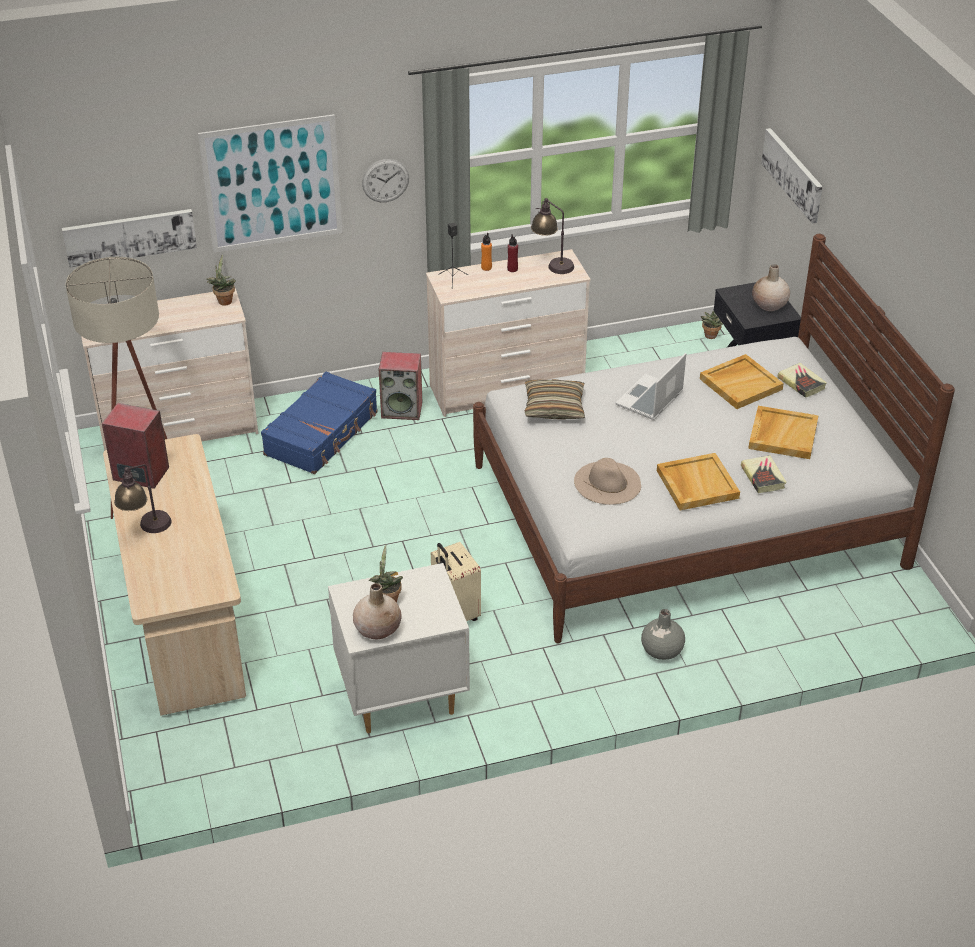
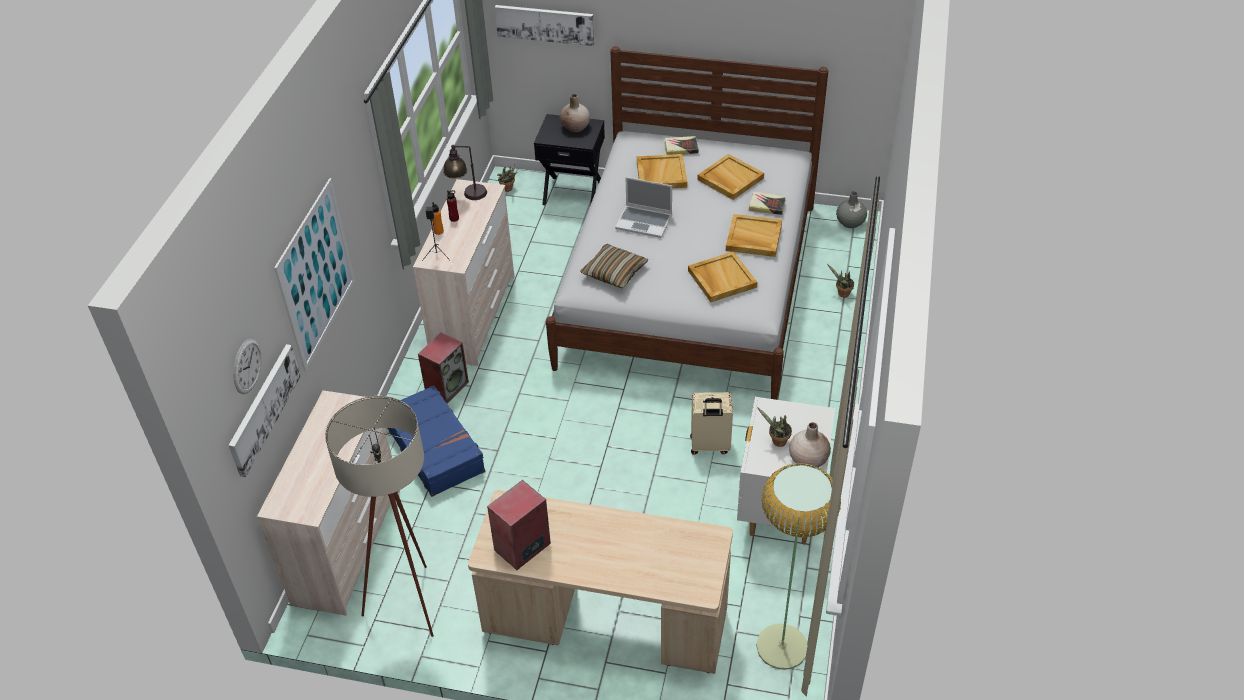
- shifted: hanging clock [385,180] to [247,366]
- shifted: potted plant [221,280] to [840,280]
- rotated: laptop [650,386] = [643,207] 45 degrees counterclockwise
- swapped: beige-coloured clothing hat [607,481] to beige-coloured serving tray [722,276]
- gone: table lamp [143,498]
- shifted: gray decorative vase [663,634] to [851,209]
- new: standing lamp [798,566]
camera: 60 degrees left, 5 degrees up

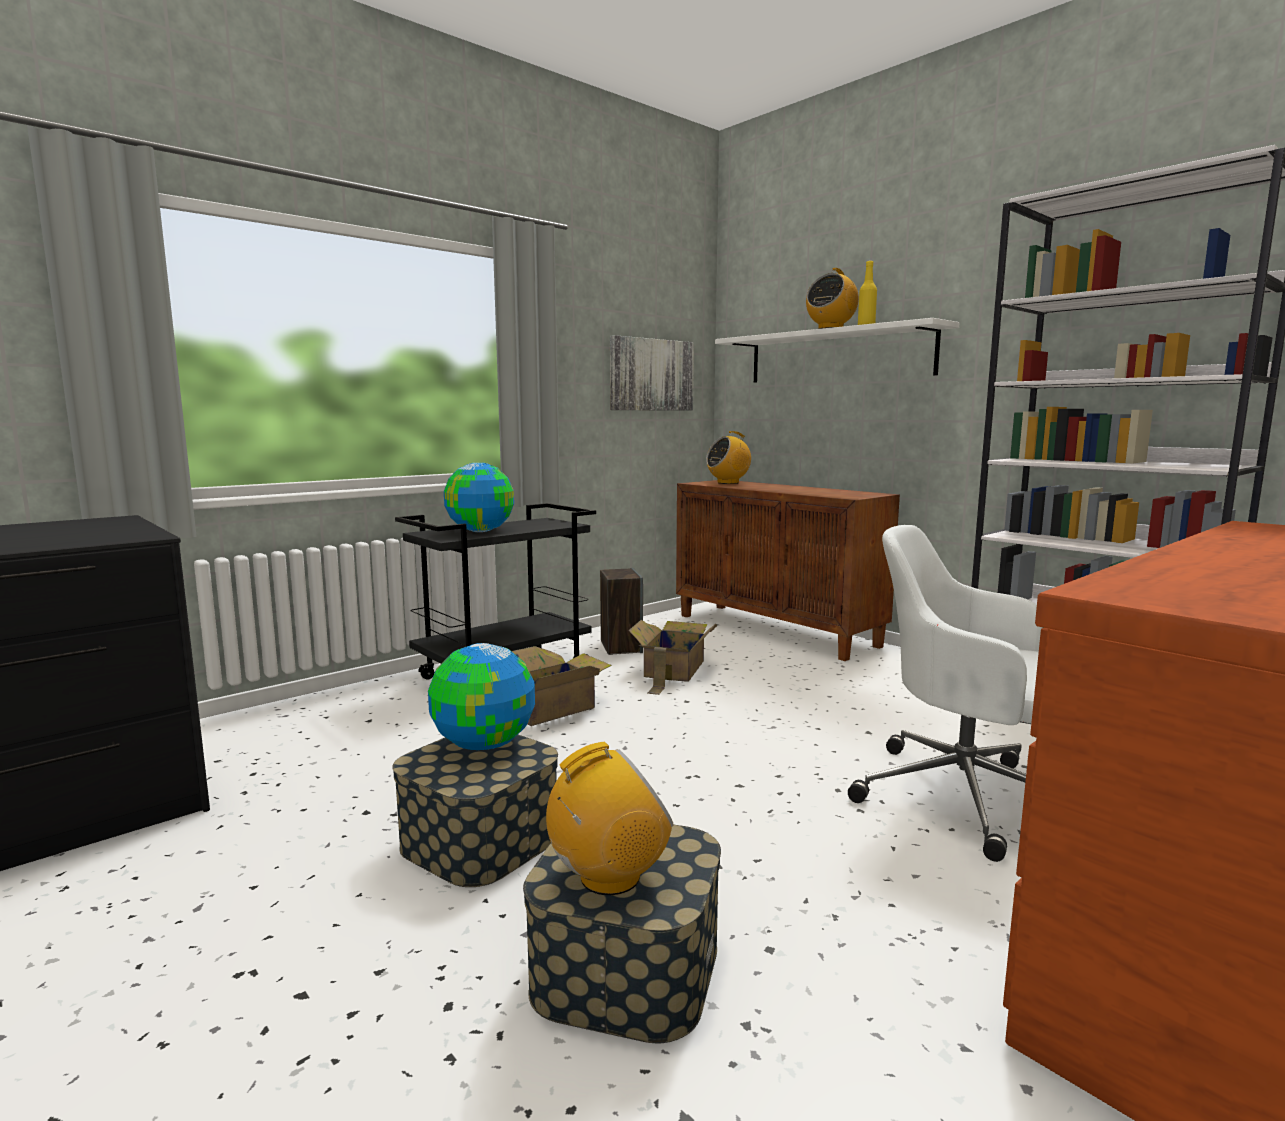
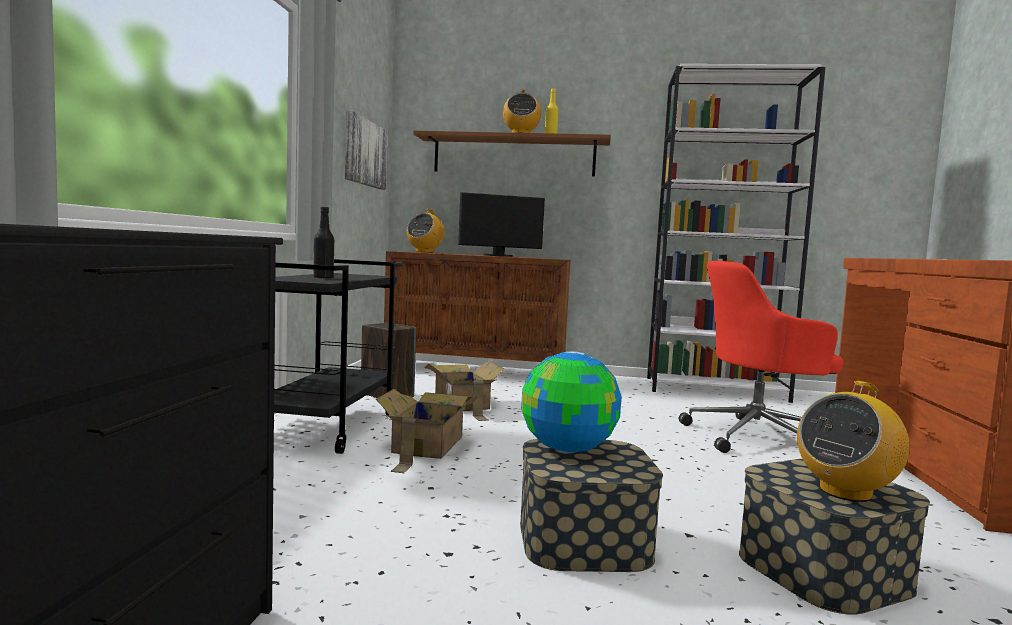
- repainted: white bracket shelf [837,350] to brownish bracket shelf [512,153]
- swapped: world globe [479,497] to black drink bottle [323,242]
- repainted: white computer chair [945,693] to reddish computer chair [761,357]
- rotated: radio set [610,818] = [853,441] 150 degrees counterclockwise
- new: computer screen [501,224]
camera: 40 degrees left, 5 degrees down

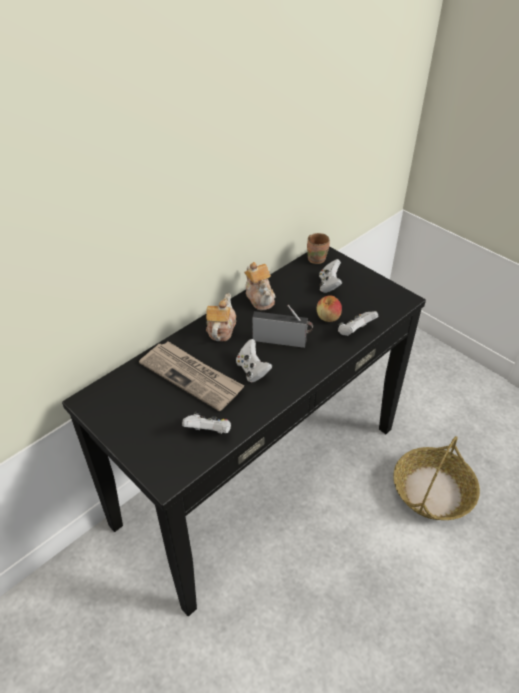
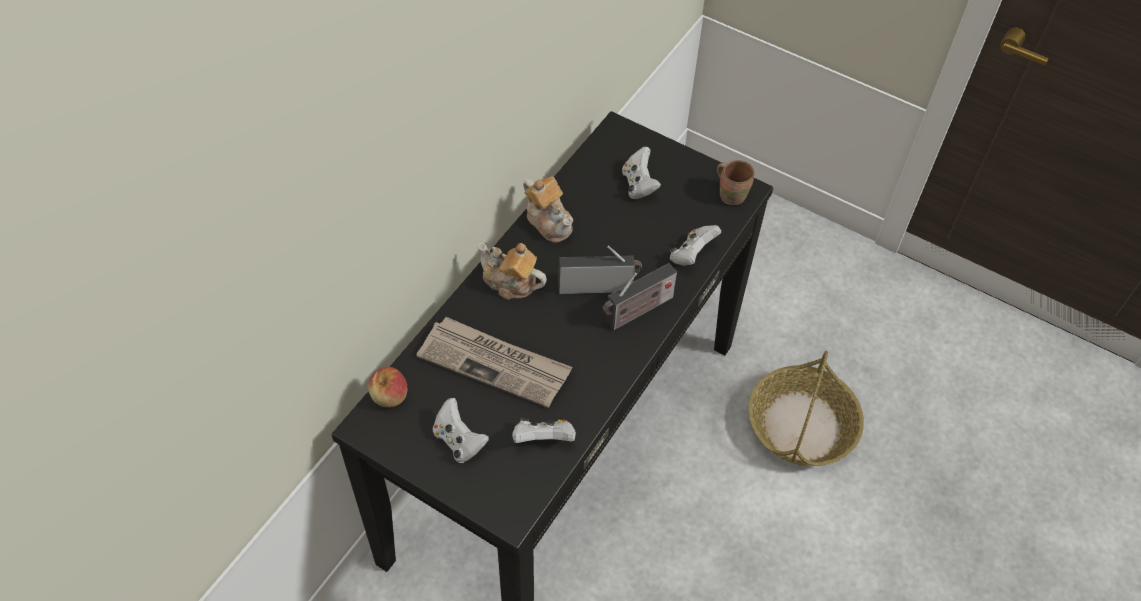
- shifted: brownish coffee mug [318,248] to [735,182]
- rotated: tea pot [221,317] = [512,271] 60 degrees counterclockwise
- shifted: apple fruit [329,308] to [387,387]
- shifted: white gamepad [254,360] to [460,430]
- new: radio set [640,296]
camera: 15 degrees left, 10 degrees up

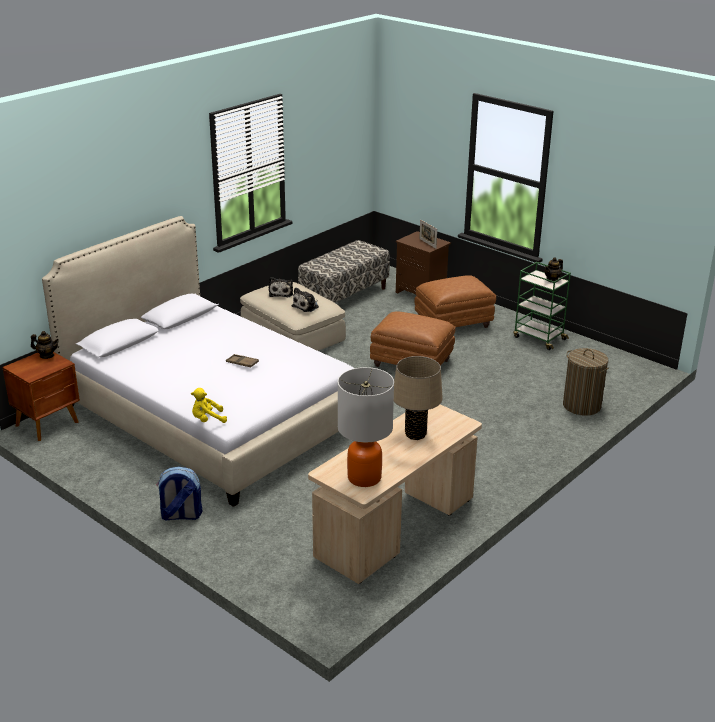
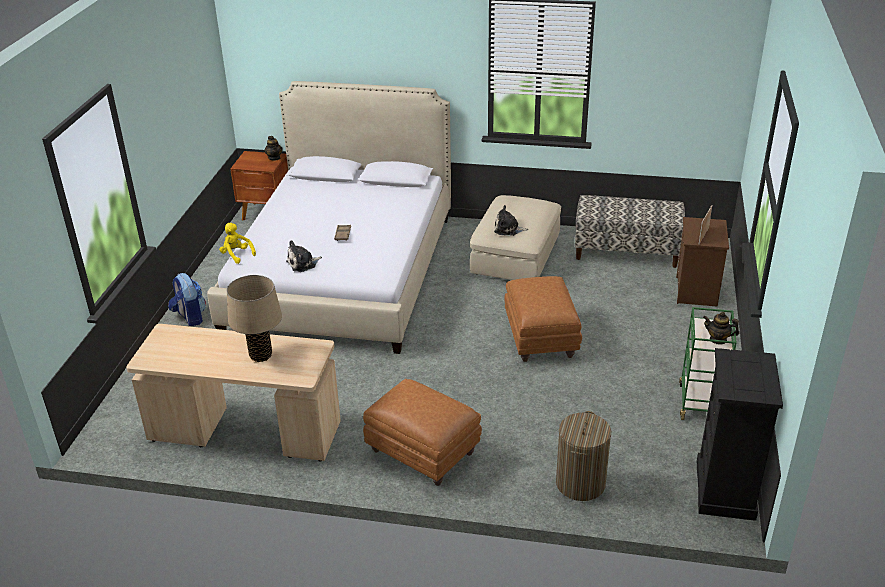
- shifted: brownish footrest [455,301] to [422,432]
- shifted: plush toy [281,287] to [304,256]
- gone: table lamp [366,427]
- new: black chest of drawers [740,434]
camera: 60 degrees right, 5 degrees up

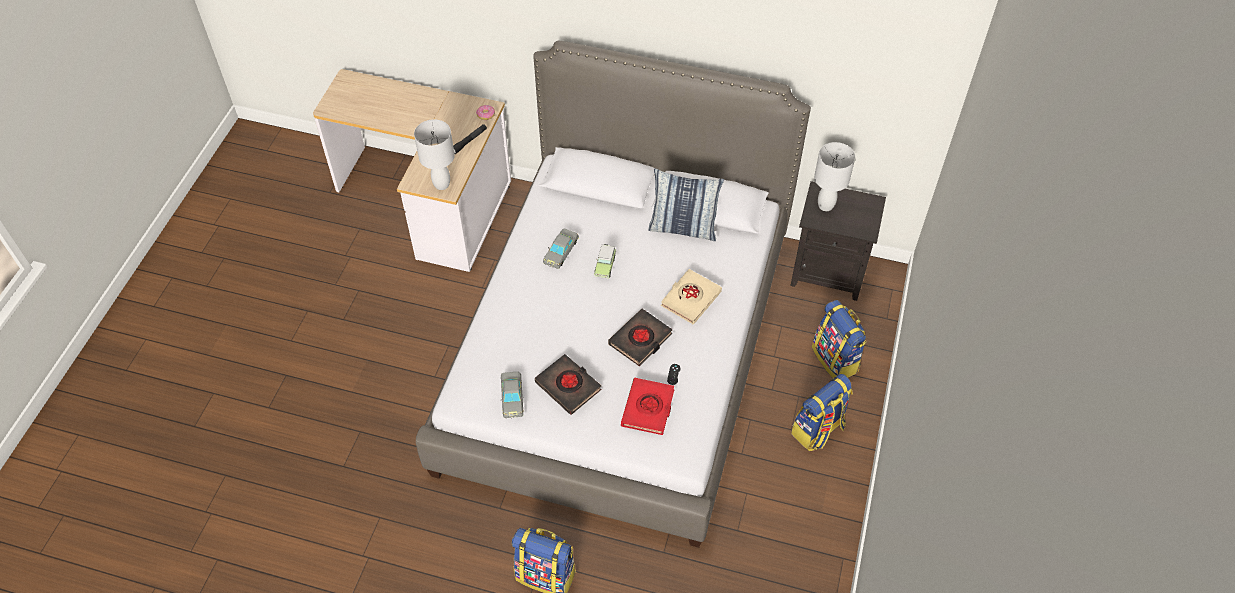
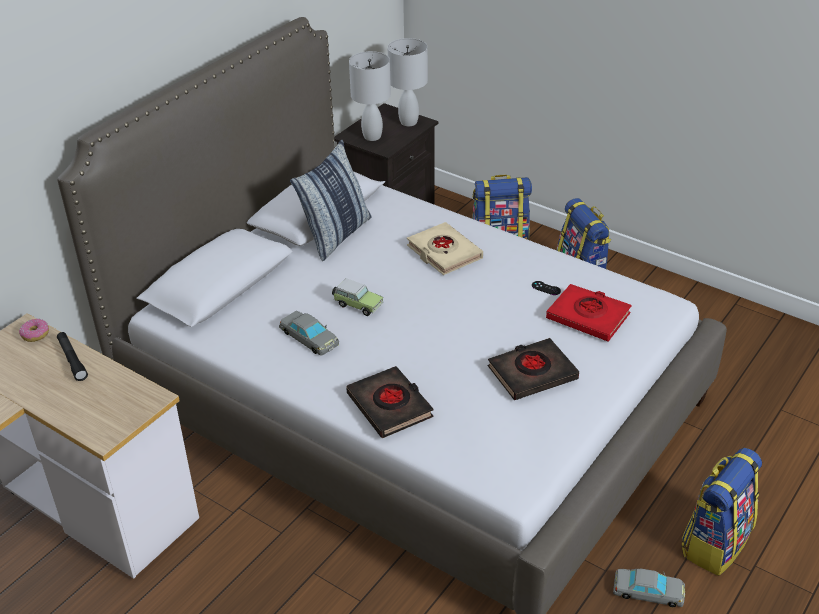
- shifted: white table lamp [434,154] to [408,82]
- shifted: black bound book [640,337] to [389,402]
- shifted: gray model car [512,394] to [649,588]
camera: 70 degrees left, 15 degrees down

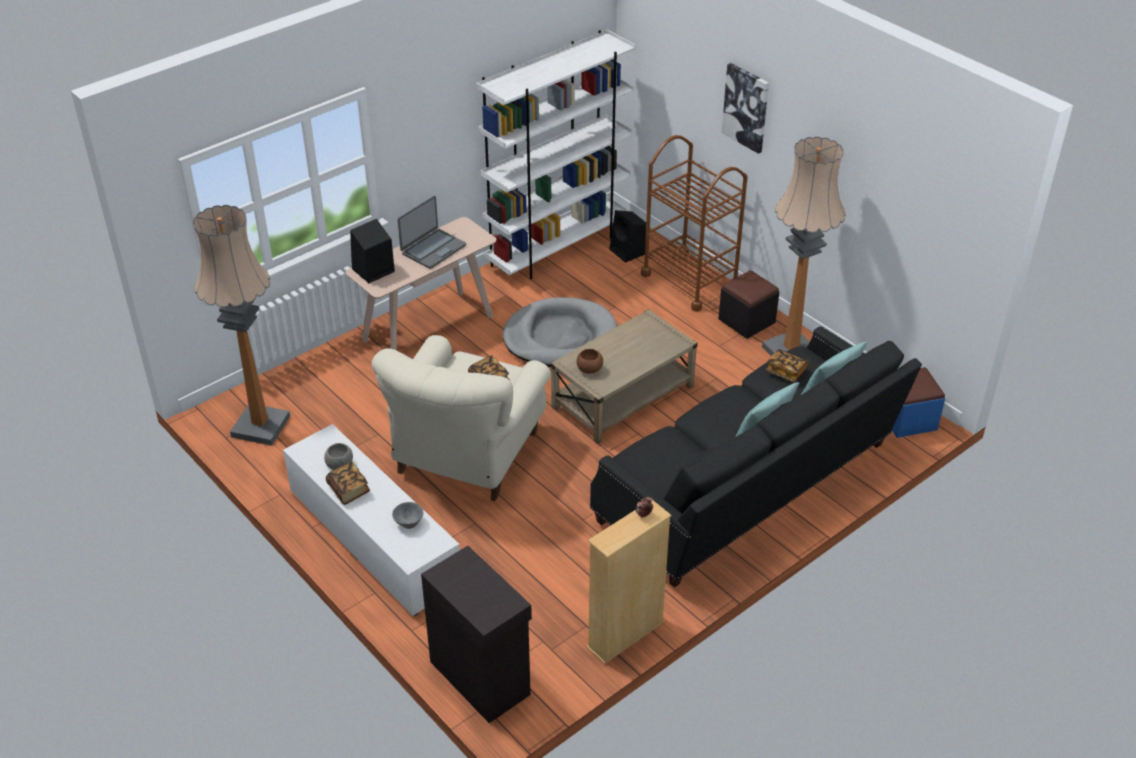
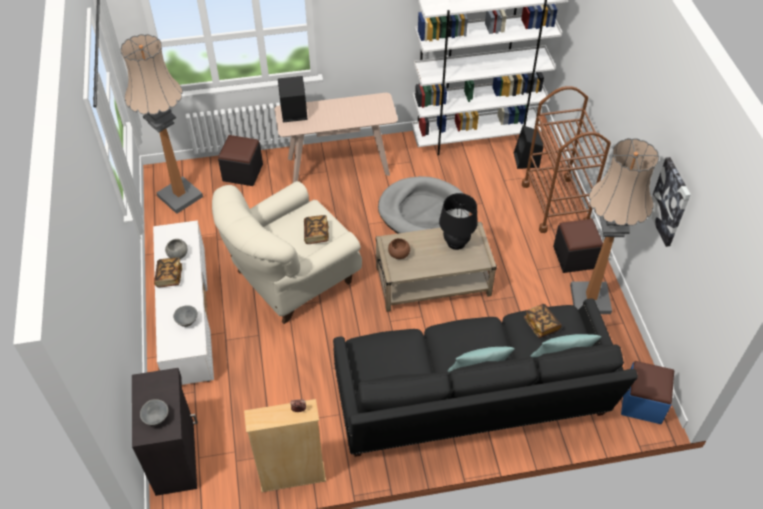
- shifted: picture [745,108] to [671,202]
- gone: laptop [432,232]
- new: black footrest [240,160]
- new: black table lamp [458,221]
- new: gray bowl [154,412]
camera: 30 degrees right, 10 degrees up

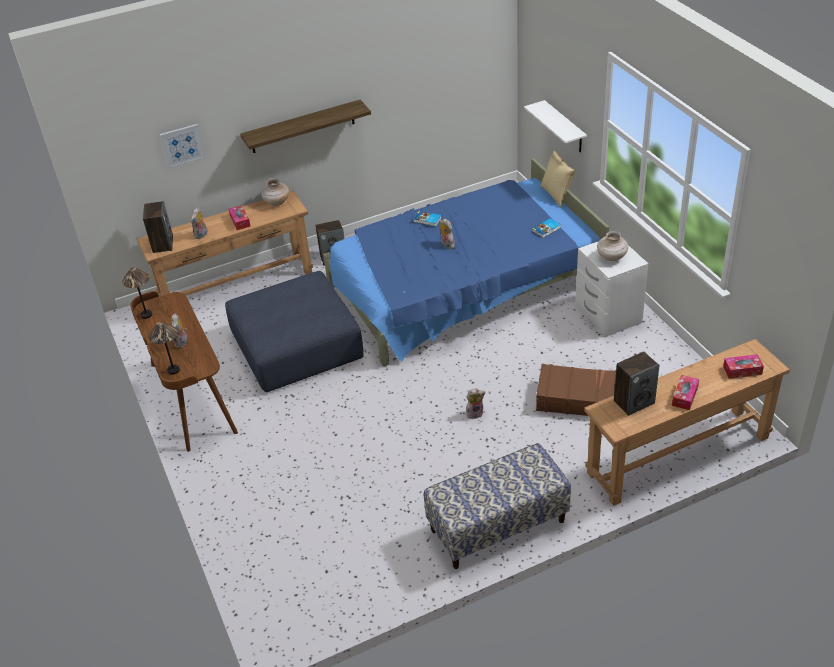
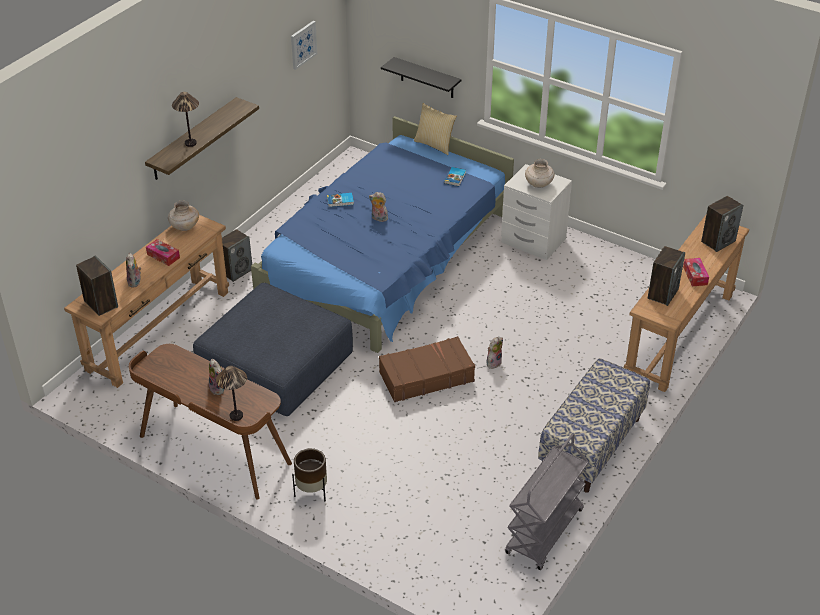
- repainted: white bracket shelf [555,126] to black bracket shelf [421,77]
- shifted: picture [183,146] to [304,45]
- shifted: table lamp [137,293] to [185,119]
- swapped: tissue holder [743,366] to audio speaker [722,224]
- shifted: brownish piece of luggage [576,390] to [427,369]
- new: gray trolley [546,501]
- new: brownish planter [309,474]
camera: 35 degrees left, 0 degrees up

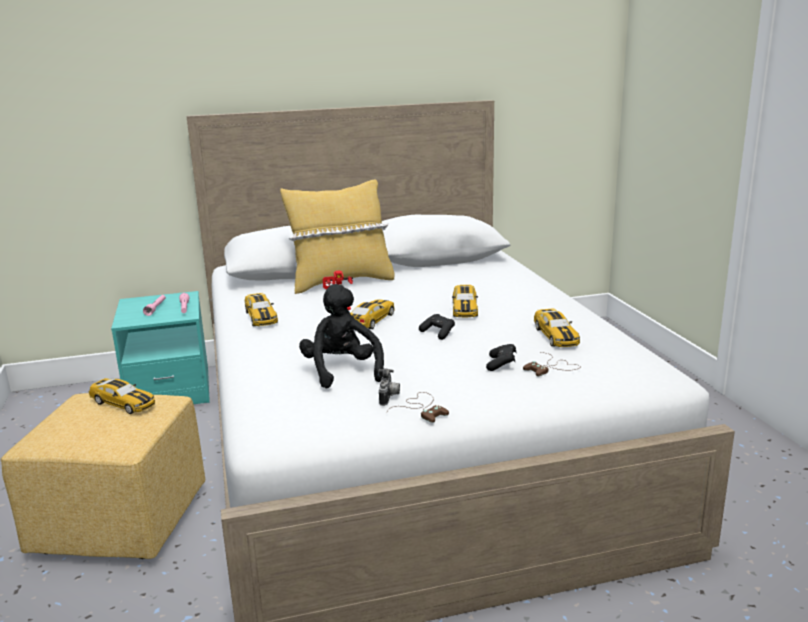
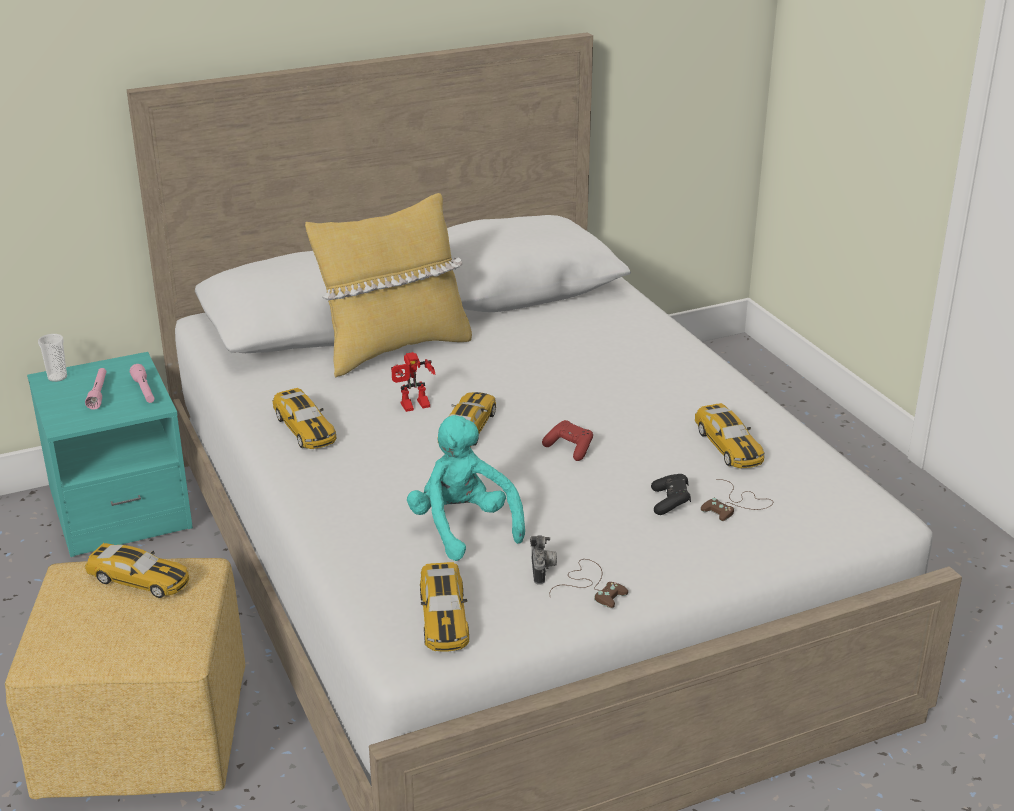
- repainted: black plush toy [341,336] to turquoise-coloured plush toy [466,488]
- shifted: model car [465,301] to [444,607]
- repainted: black gamepad [437,327] to reddish gamepad [567,440]
- new: drinking cup [52,358]
camera: 10 degrees left, 10 degrees up

